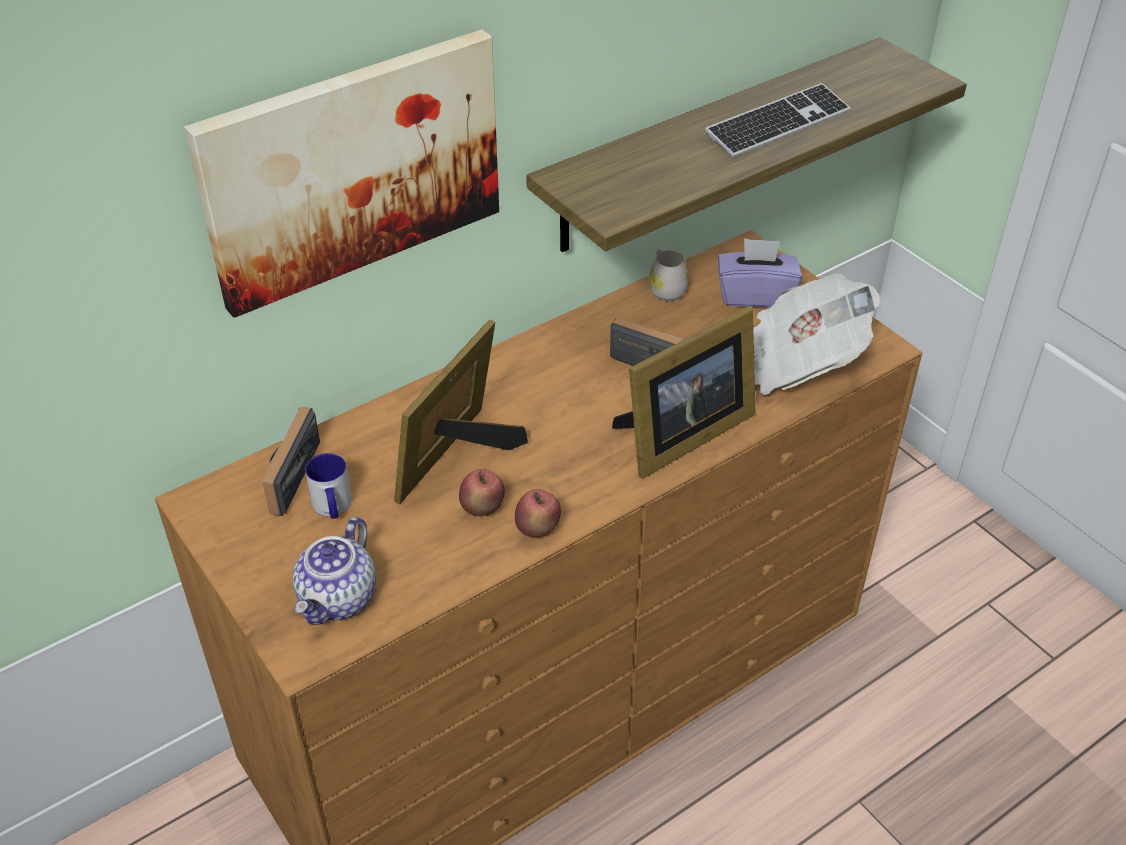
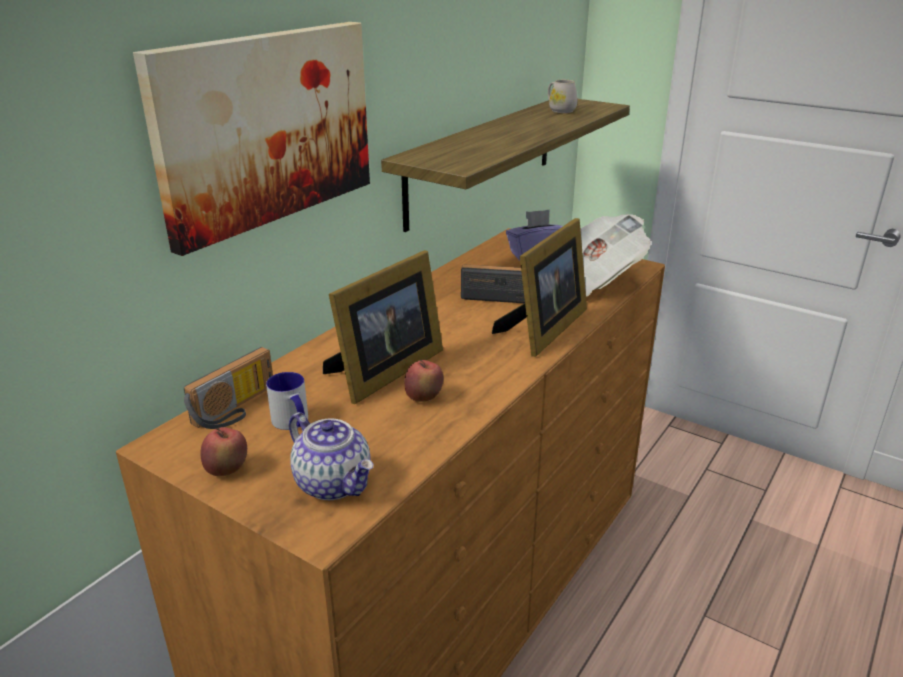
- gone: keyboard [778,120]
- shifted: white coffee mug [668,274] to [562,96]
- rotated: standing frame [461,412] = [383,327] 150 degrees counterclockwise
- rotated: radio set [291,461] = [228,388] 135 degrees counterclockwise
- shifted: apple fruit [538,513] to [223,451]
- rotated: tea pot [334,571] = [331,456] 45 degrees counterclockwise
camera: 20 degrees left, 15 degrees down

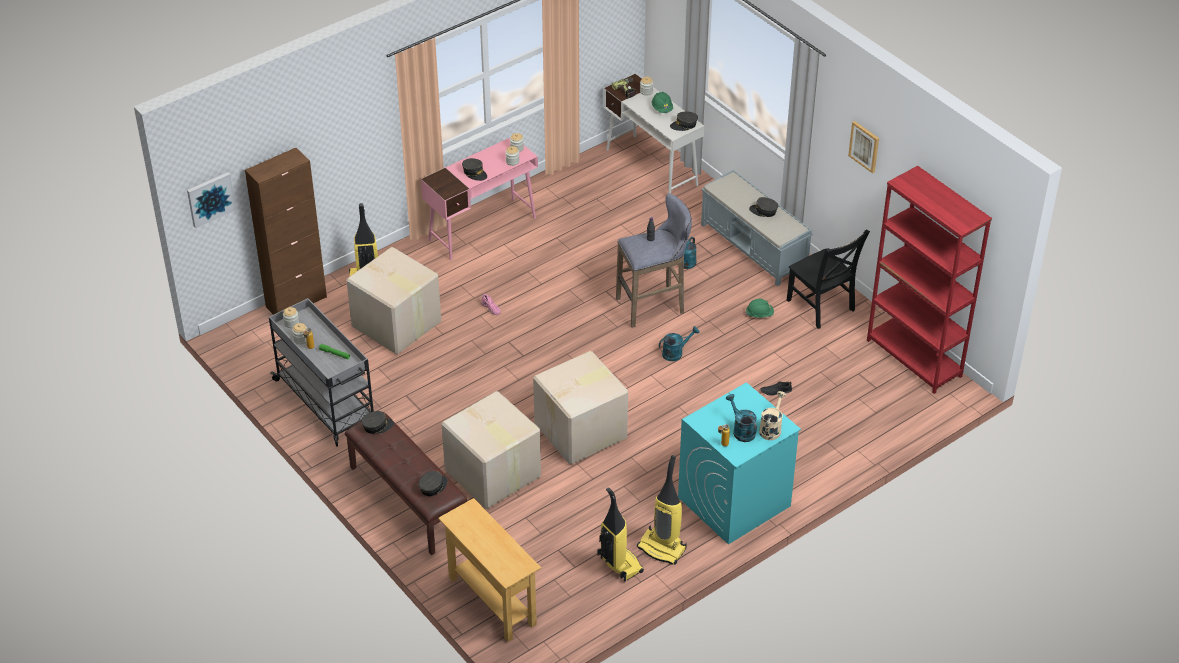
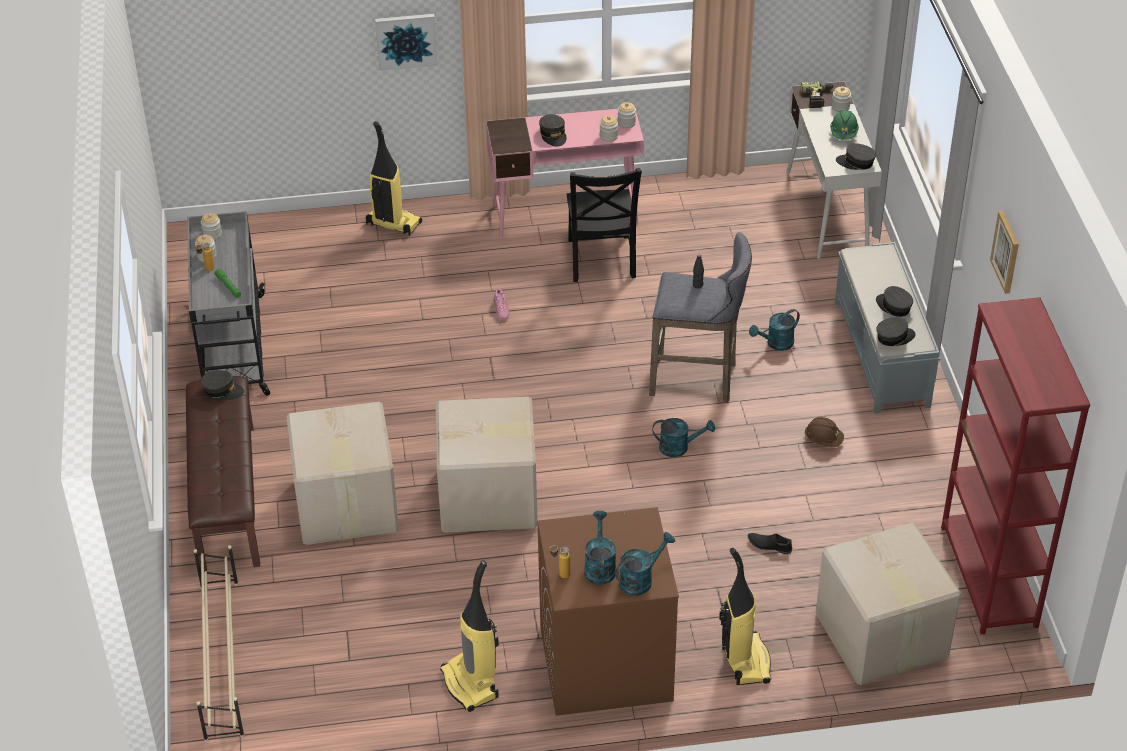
- gone: brownish storage cabinet [286,231]
- shifted: picture [211,200] to [406,42]
- shifted: black plain chair [828,279] to [604,225]
- shifted: carton [393,300] to [888,604]
- repainted: green work helmet [760,308] to brownish work helmet [824,432]
- repainted: turquoise-coloured washing machine [739,463] to brownish washing machine [608,611]
- repainted: beige-coloured sprinkling can [772,415] to turquoise-coloured sprinkling can [645,564]
- shifted: gray cap [433,483] to [896,331]
- shifted: hoover [621,534] to [745,616]
- swapped: beige-coloured narrow table [489,570] to beige-coloured shoe rack [219,643]
camera: 30 degrees right, 0 degrees up

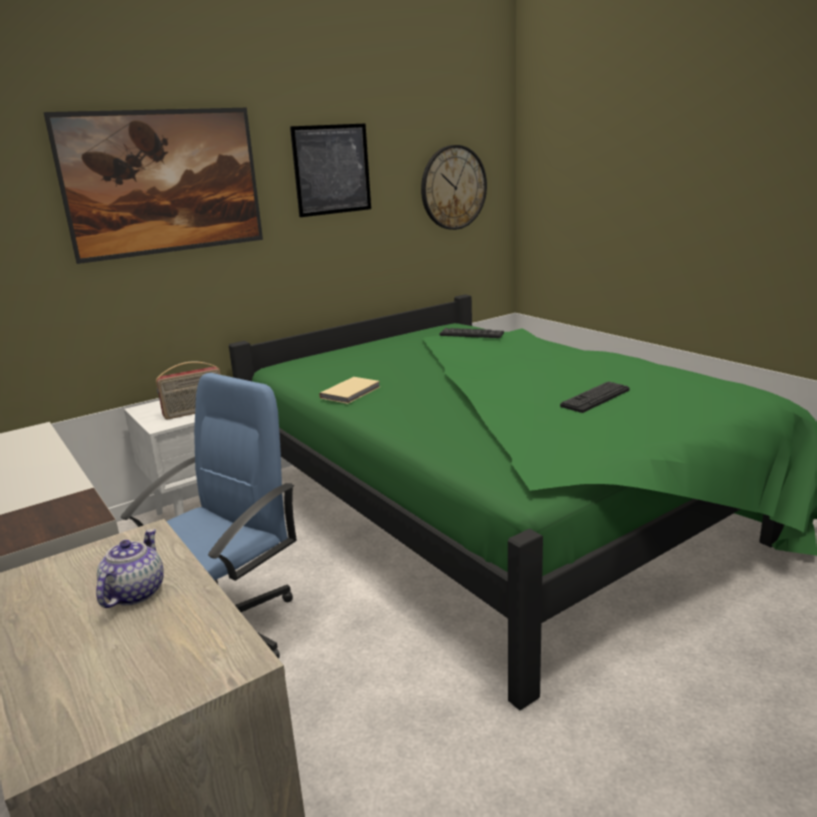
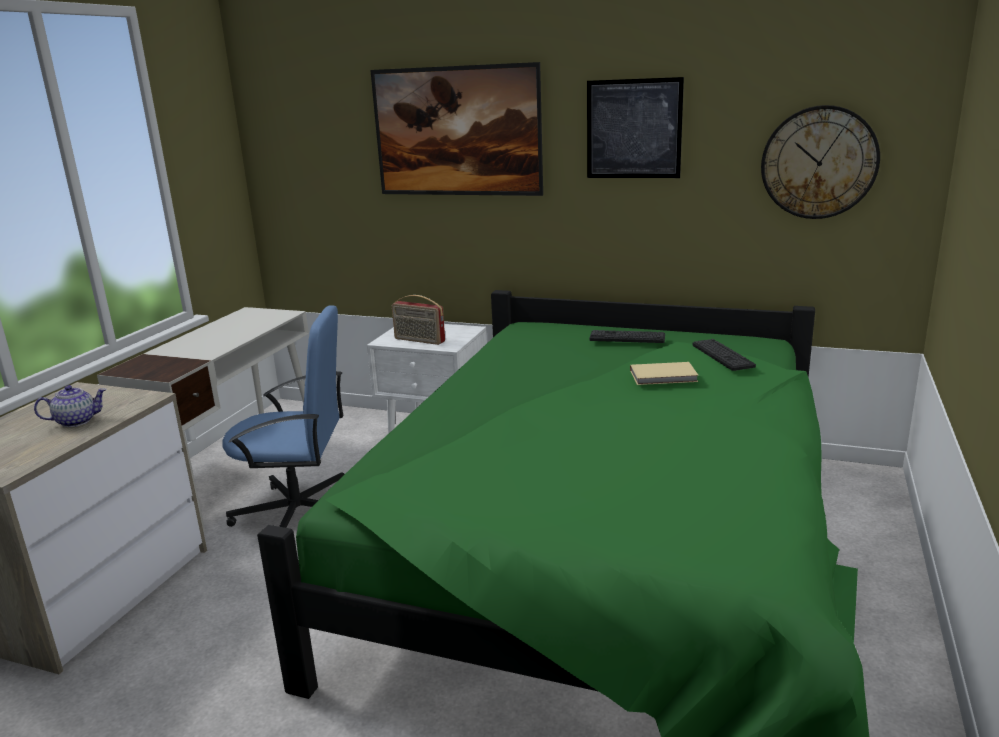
- shifted: beige-coloured bound book [349,390] to [664,373]
- shifted: keyboard [595,397] to [627,336]
camera: 55 degrees right, 0 degrees up

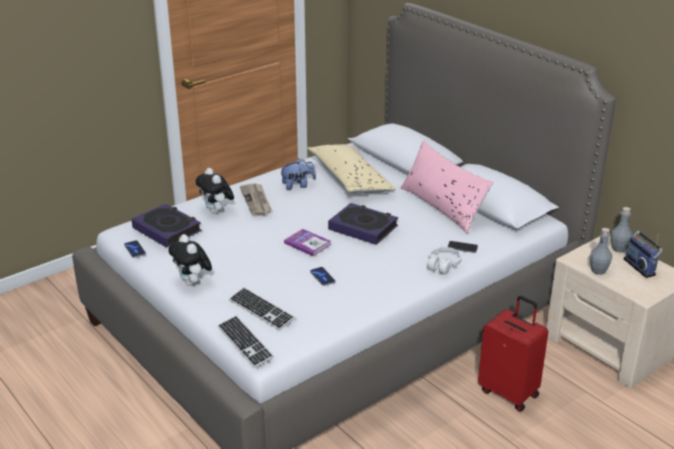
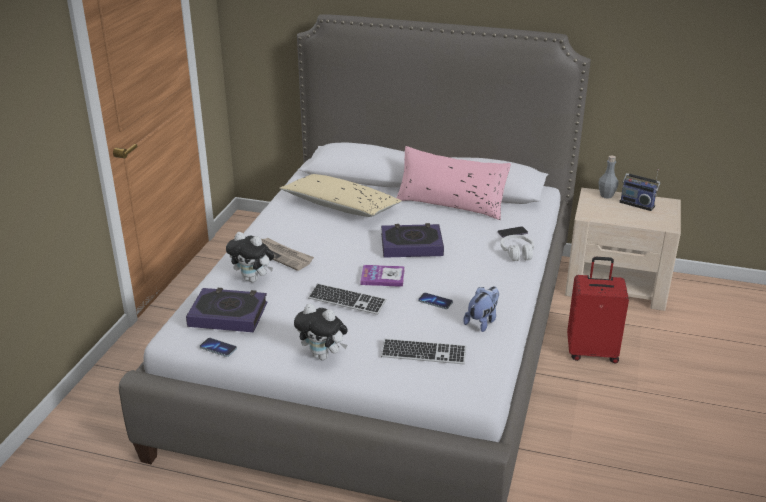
- shifted: plush toy [298,174] to [481,309]
- gone: gray drink bottle [601,251]
- shifted: keyboard [246,342] to [347,299]
camera: 35 degrees left, 0 degrees up

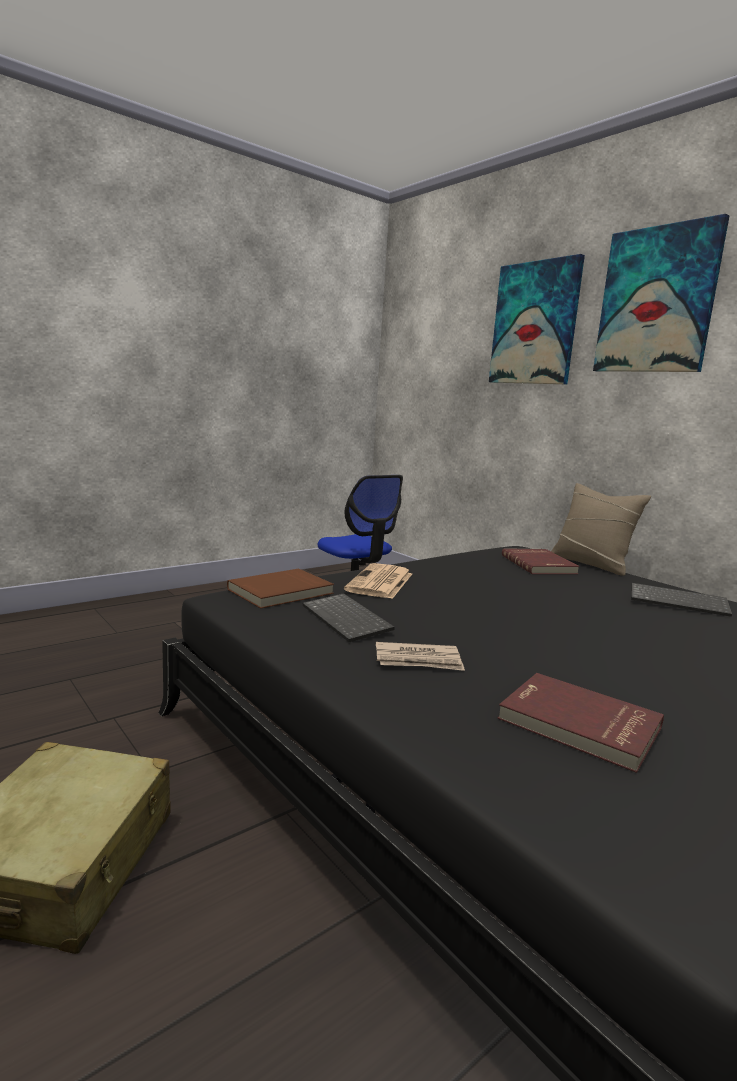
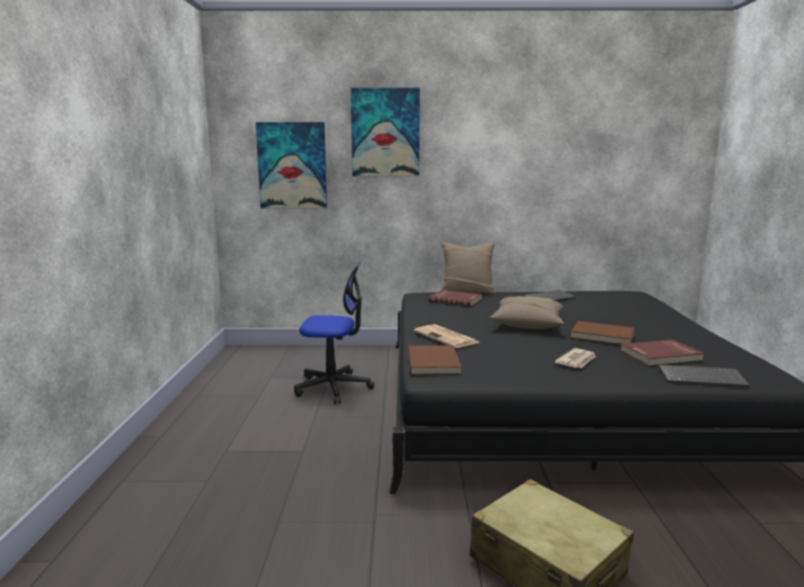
- shifted: picture [661,293] to [291,165]
- shifted: keyboard [349,617] to [704,376]
- new: beige-coloured pillow [527,312]
- new: brownish bound book [602,332]
camera: 50 degrees left, 0 degrees up

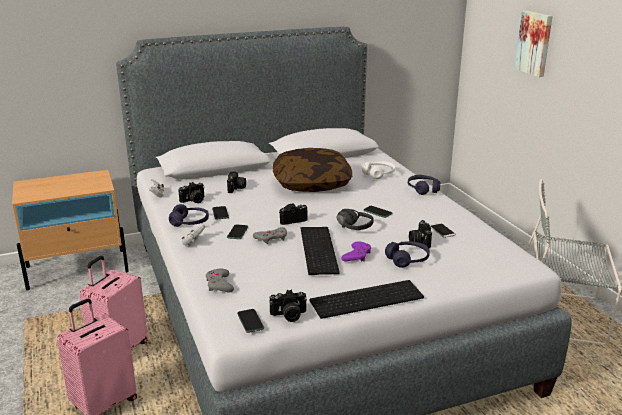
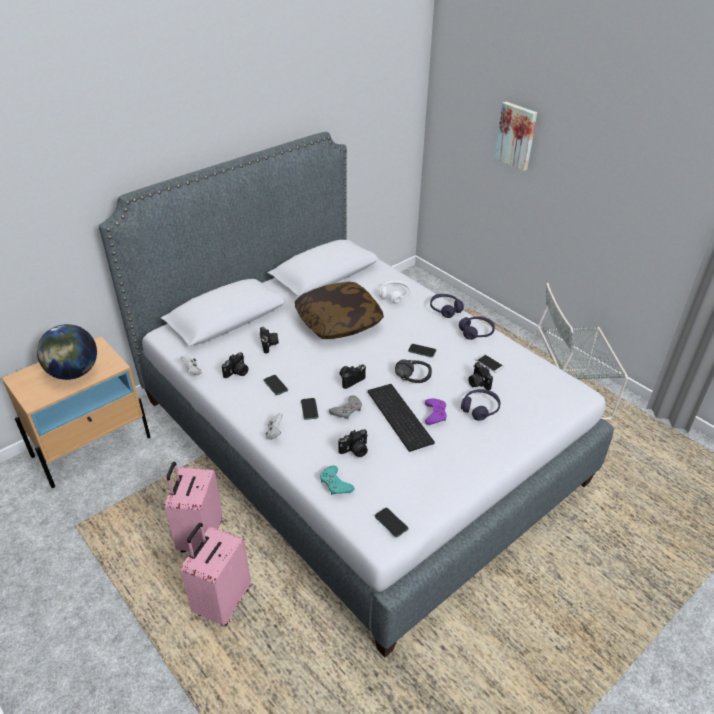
- shifted: purplish headphones [189,215] to [477,328]
- repainted: gray gamepad [220,280] to turquoise-coloured gamepad [337,480]
- gone: keyboard [367,299]
- shifted: still camera [288,305] to [353,443]
- new: world globe [67,352]
camera: 20 degrees left, 15 degrees up

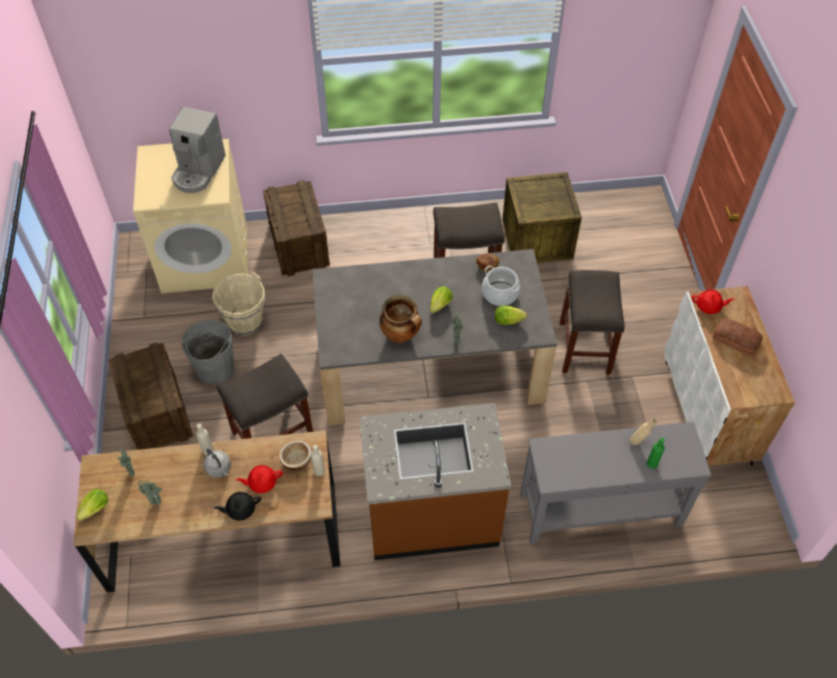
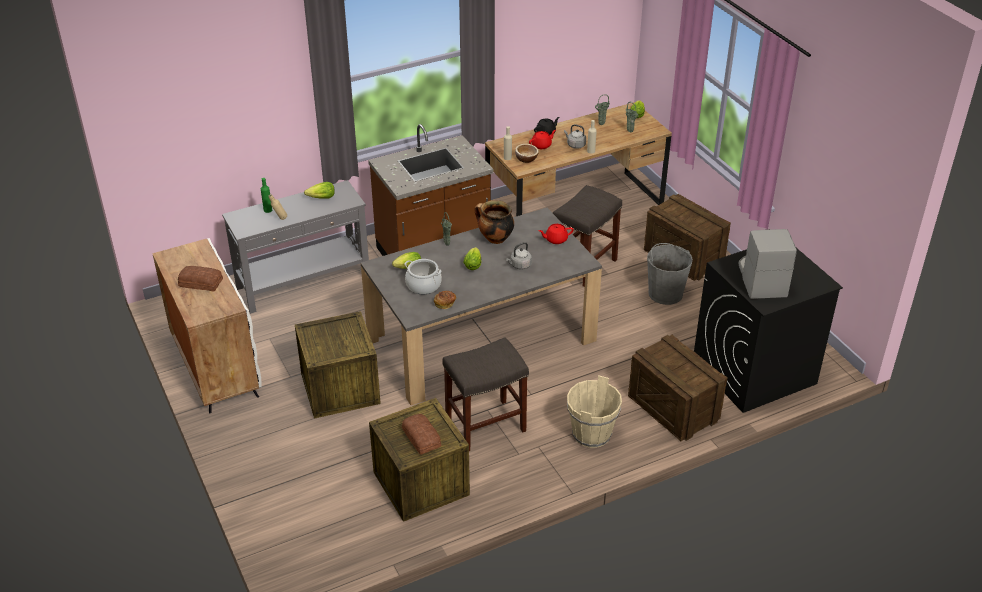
- repainted: beige-coloured washing machine [190,216] to black washing machine [768,330]
- swapped: gray stool [592,322] to shipping crate [338,365]
- shifted: beige-coloured water bucket [239,304] to [594,411]
- shifted: reddish tea pot [713,301] to [556,234]
- new: lettuce head [319,190]
- new: gray tea kettle [519,256]
- new: baked bread [421,434]
camera: 160 degrees right, 15 degrees down

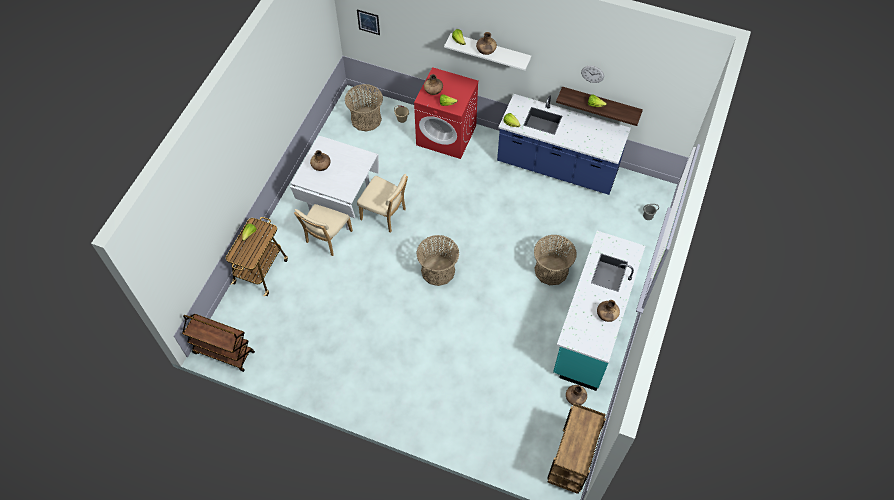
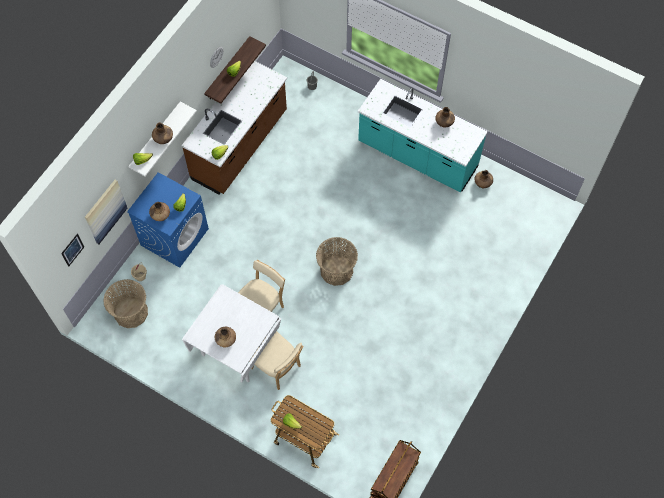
- repainted: reddish washing machine [446,113] to blue washing machine [168,220]
- repainted: blue kitchen base unit [564,144] to brownish kitchen base unit [234,127]
- gone: storage basket [555,260]
- gone: brownish trolley [576,448]
- new: picture [106,212]
camera: 80 degrees left, 5 degrees up

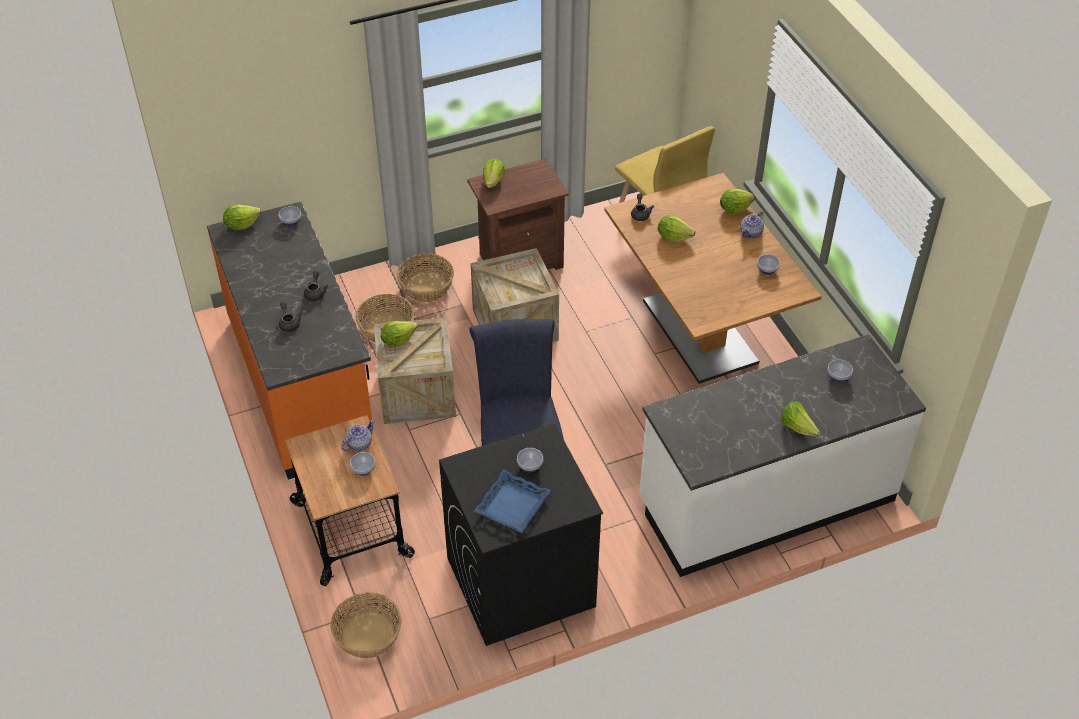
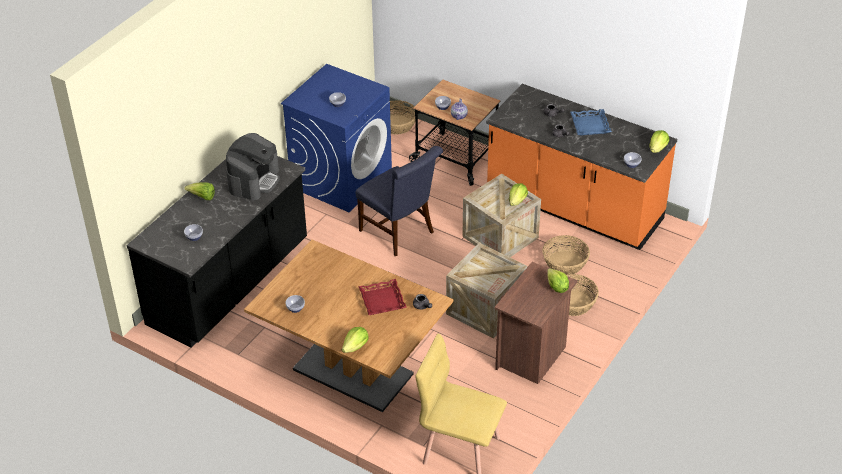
- gone: tea pot [752,224]
- swapped: lettuce head [677,228] to reddish serving tray [382,297]
- repainted: white kitchen base unit [782,455] to black kitchen base unit [217,252]
- repainted: black washing machine [521,534] to blue washing machine [336,138]
- shifted: blue serving tray [512,501] to [591,122]
- new: coffee machine [253,167]
camera: 145 degrees right, 5 degrees down

